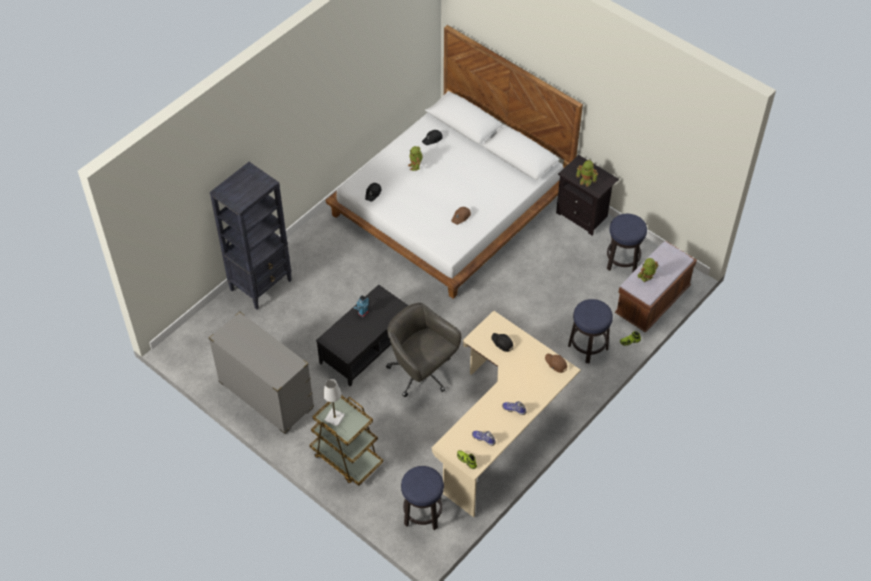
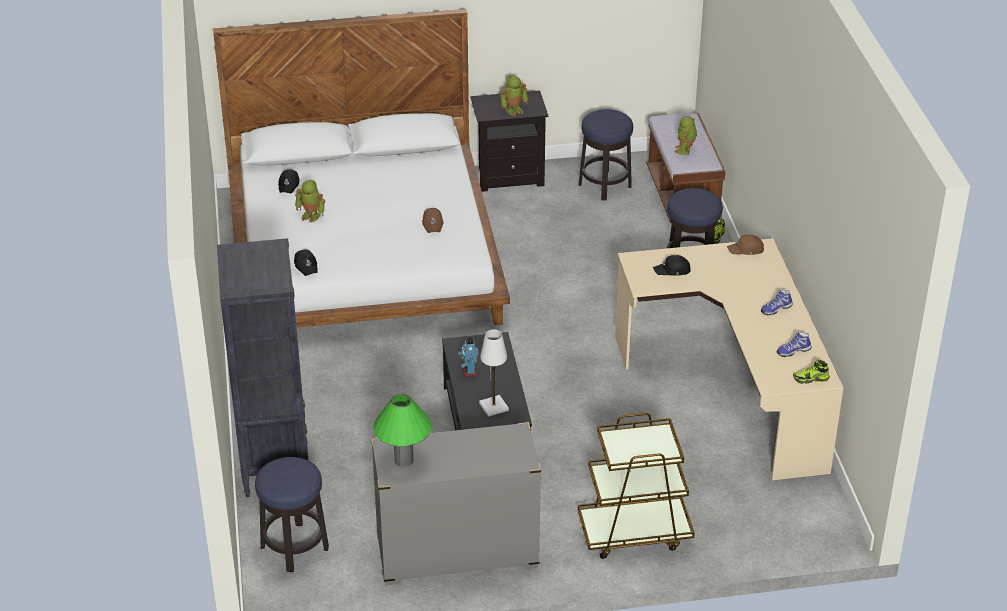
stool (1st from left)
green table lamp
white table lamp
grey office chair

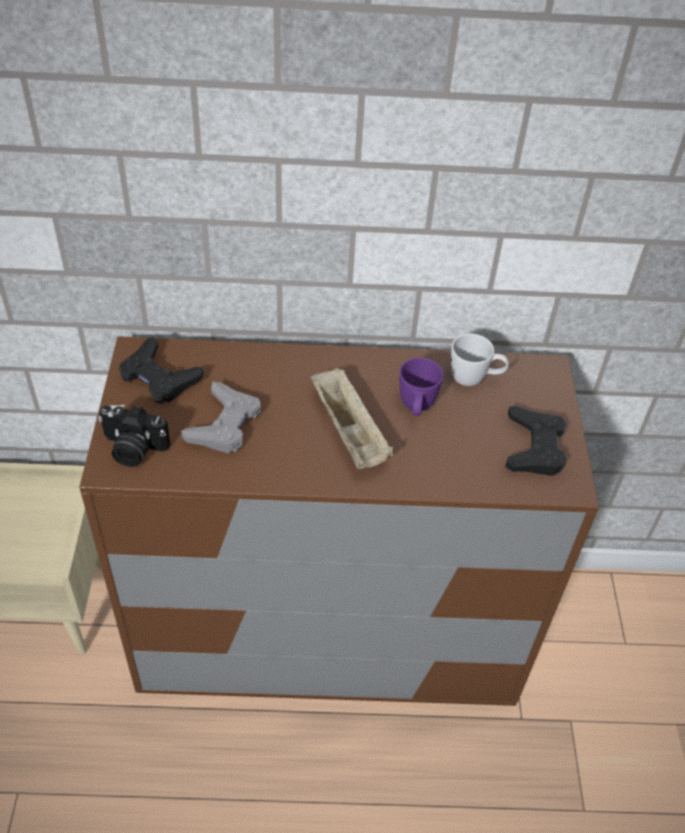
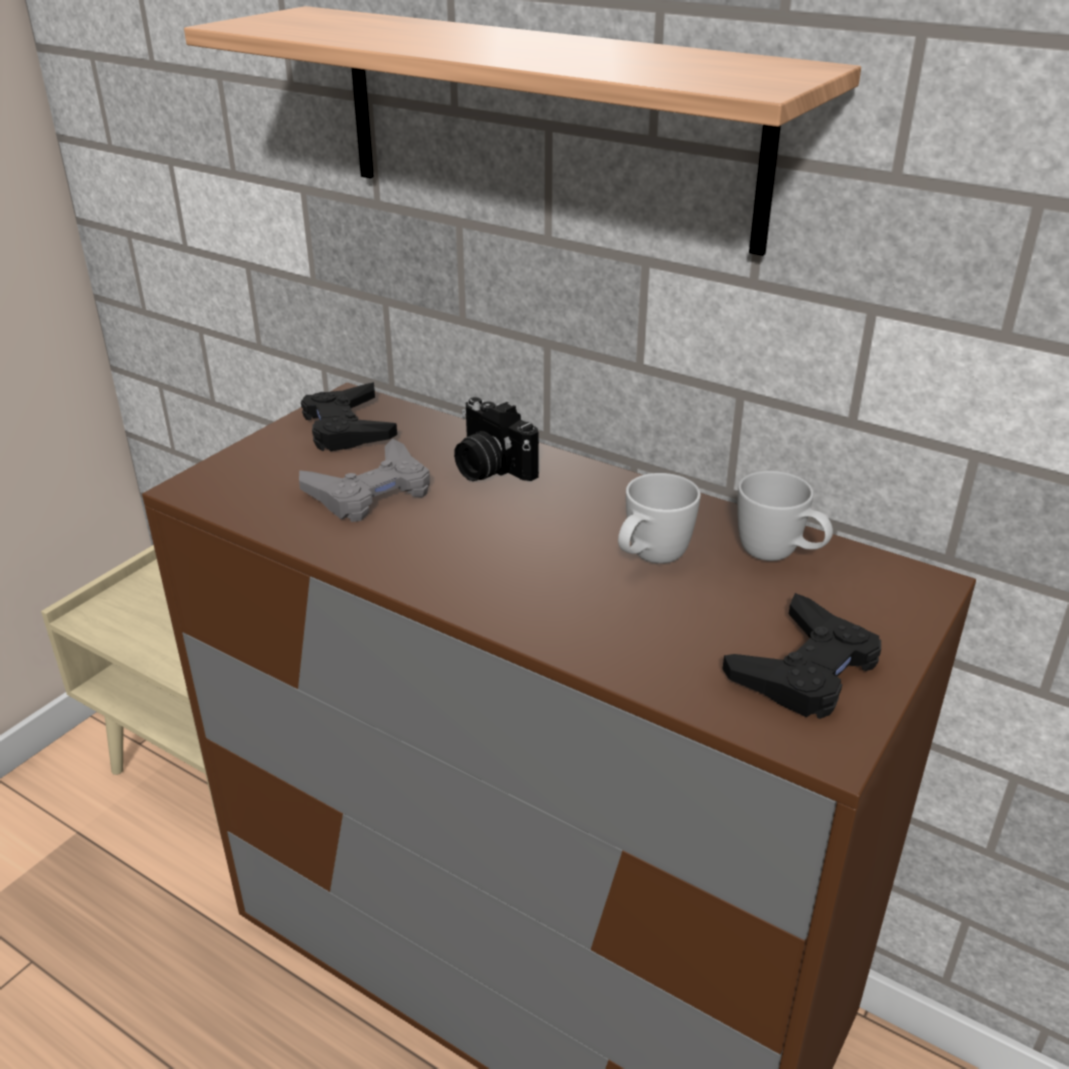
shelf
photo camera
white mug (1st from left)
beige tray

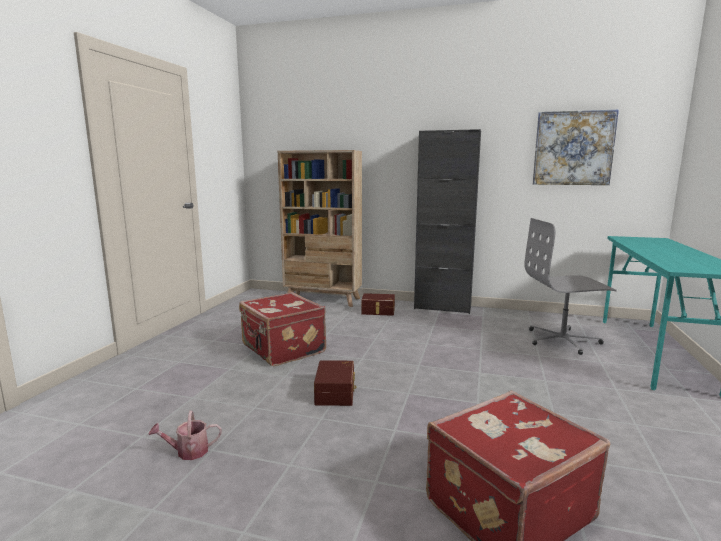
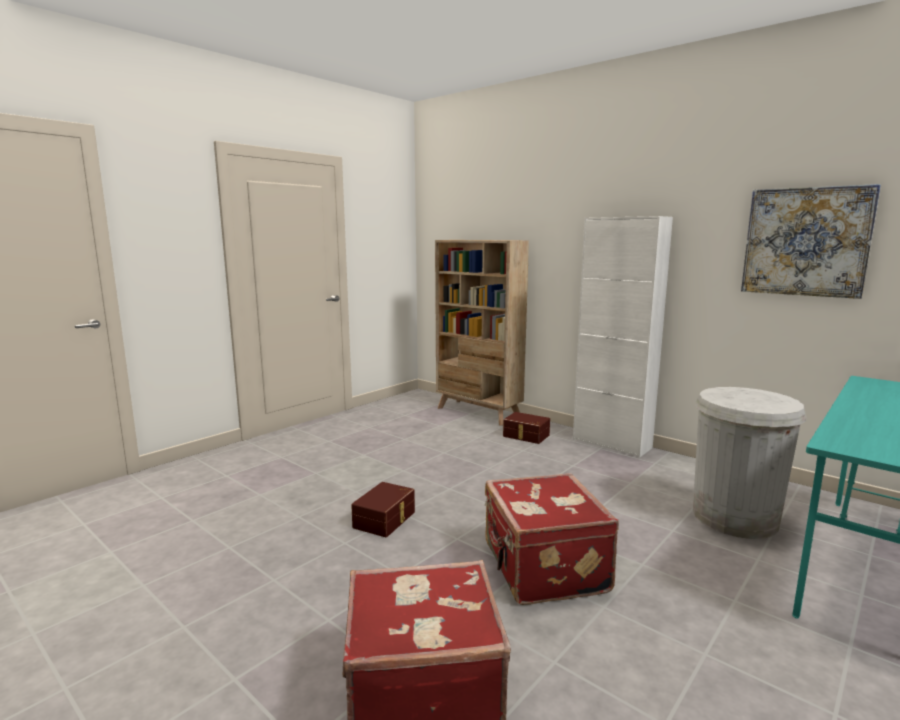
red suitcase (2nd from left)
white cabinet
white trash can
watering can

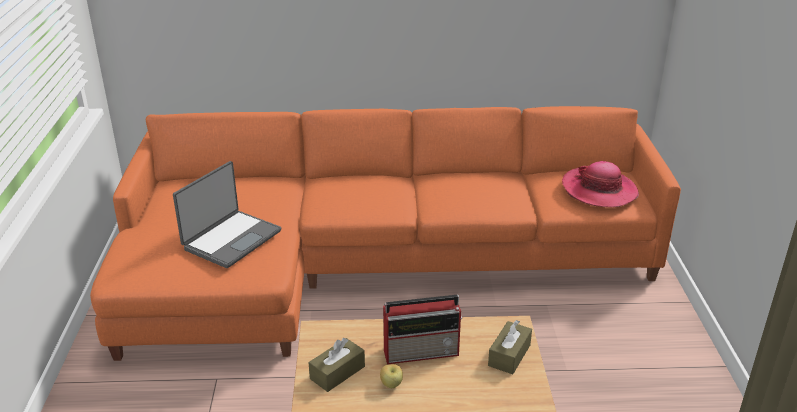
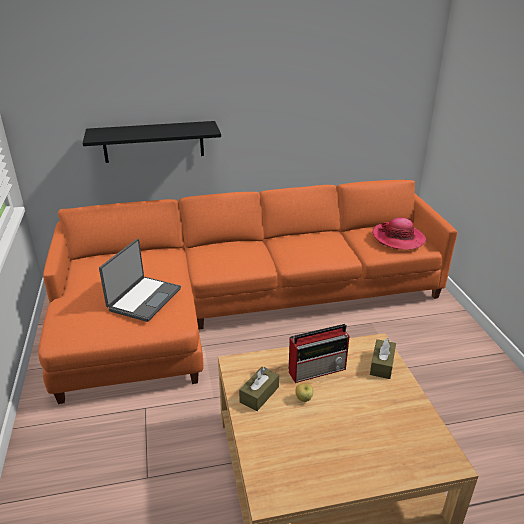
black shelf

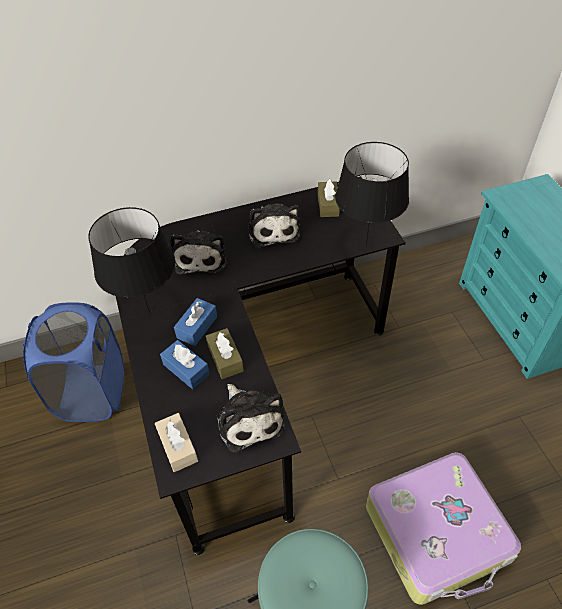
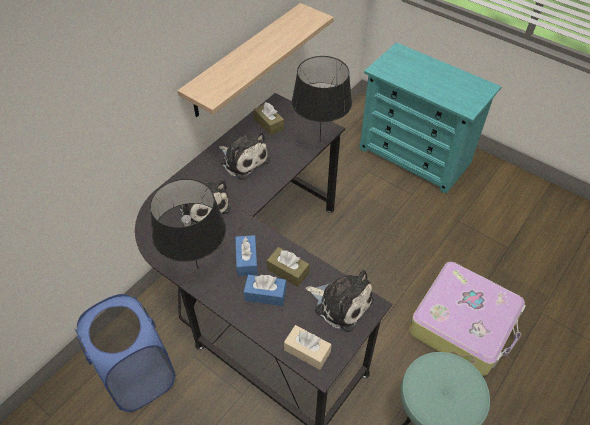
shelf

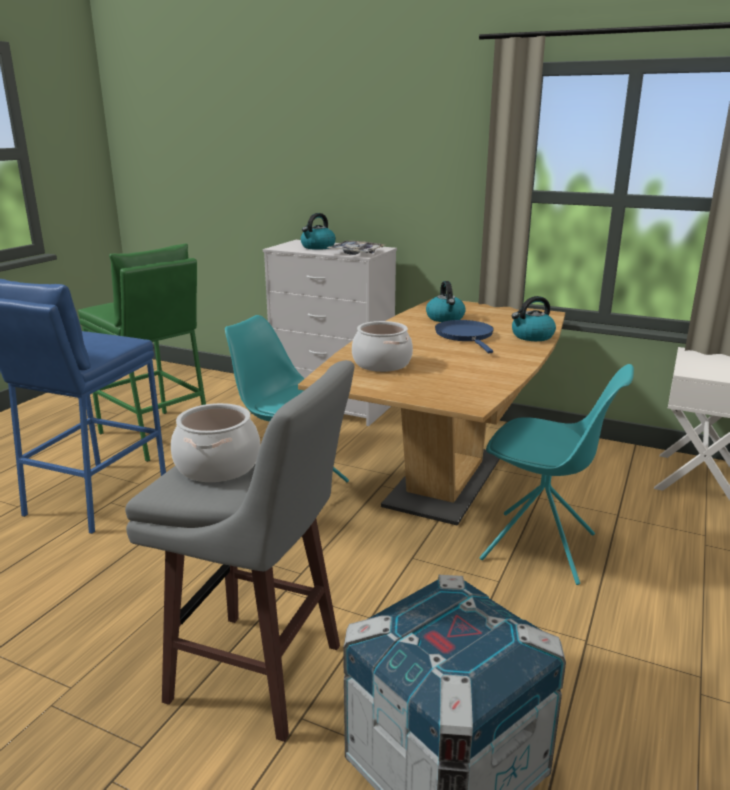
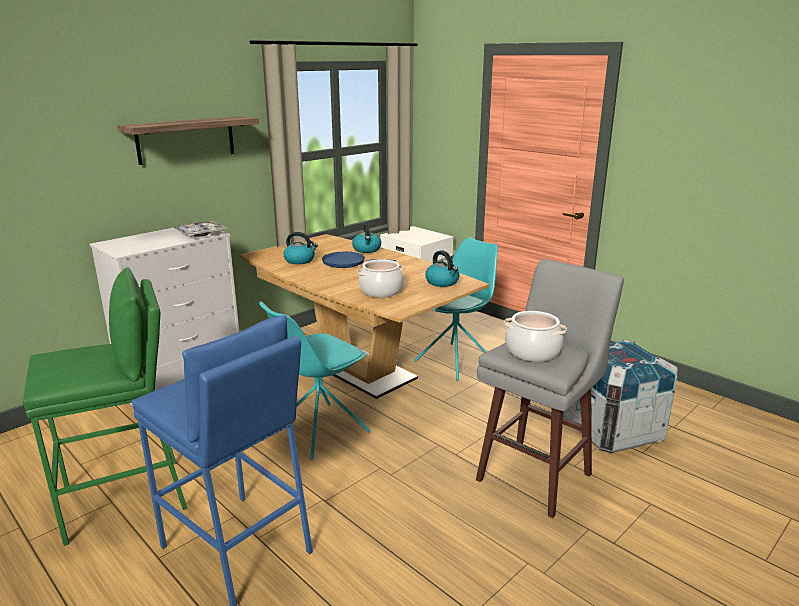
shelf
kettle (3rd from left)

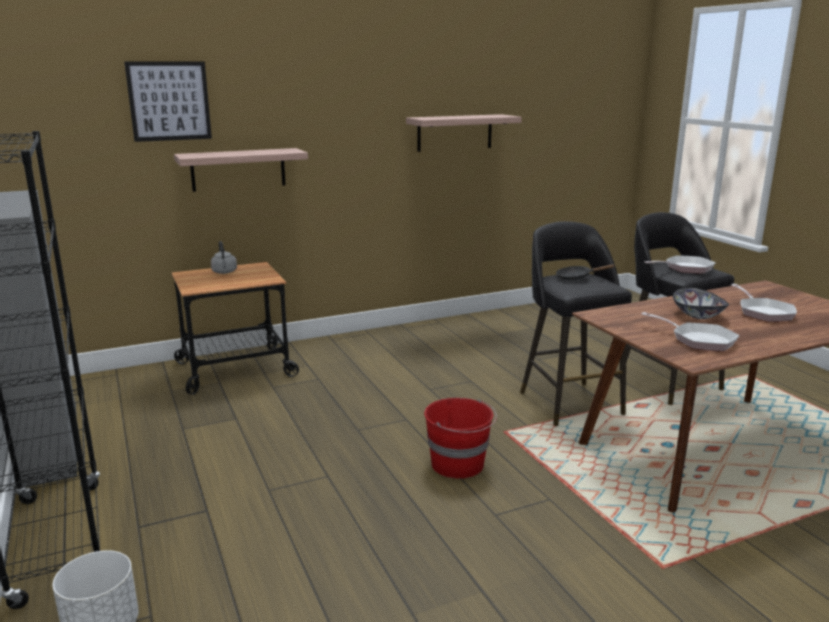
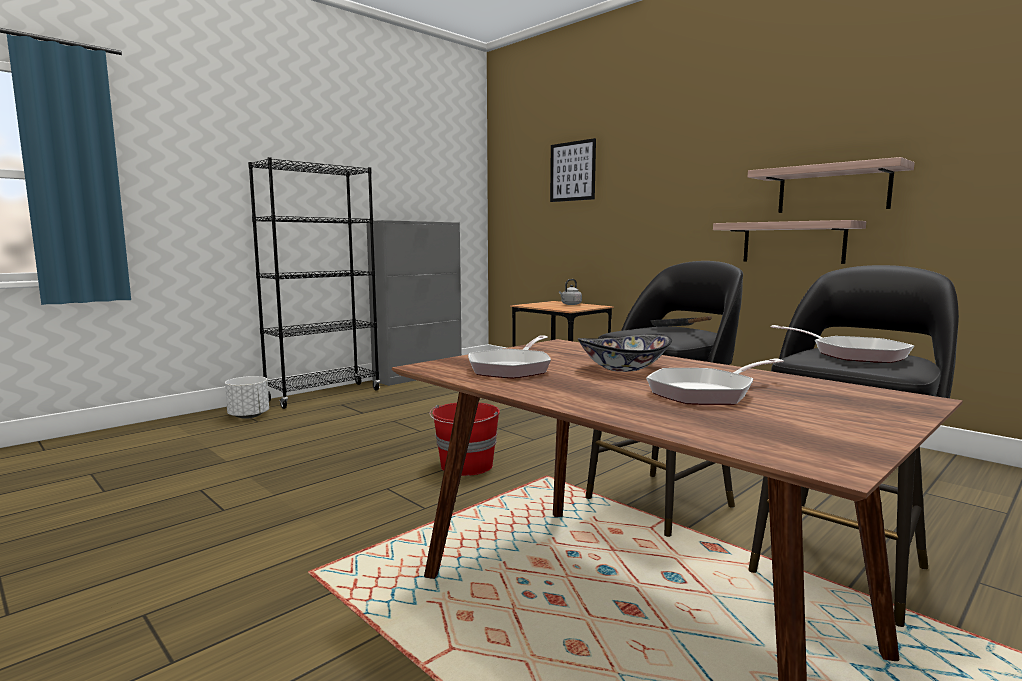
shelf (1st from left)

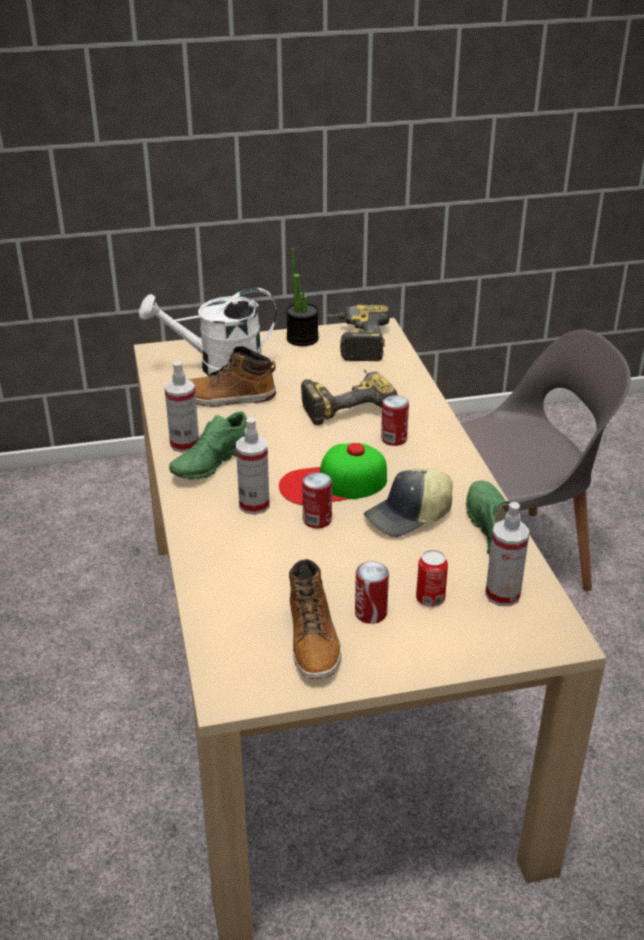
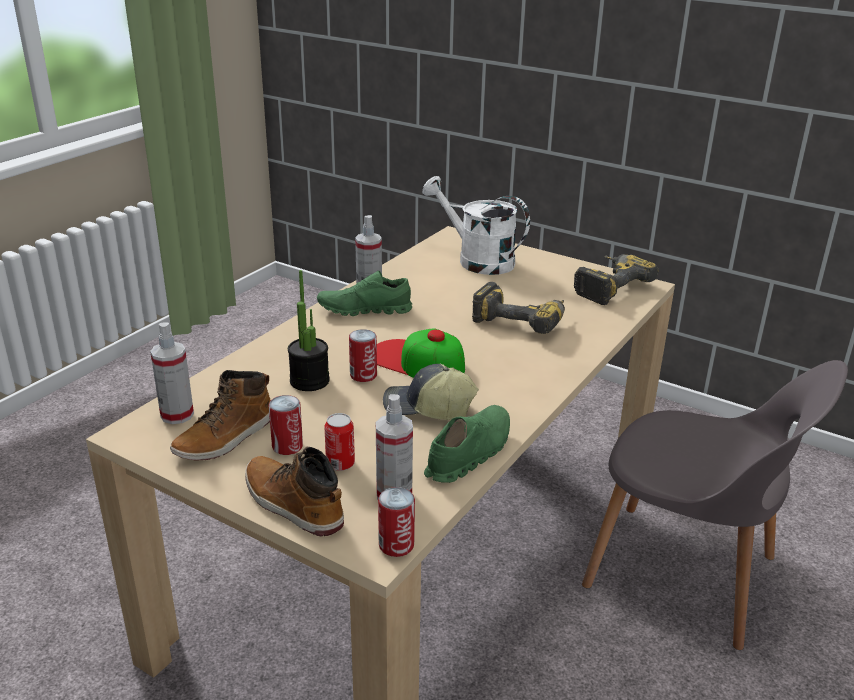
spray bottle (1st from left)
boot (2nd from left)
potted plant
can (4th from left)

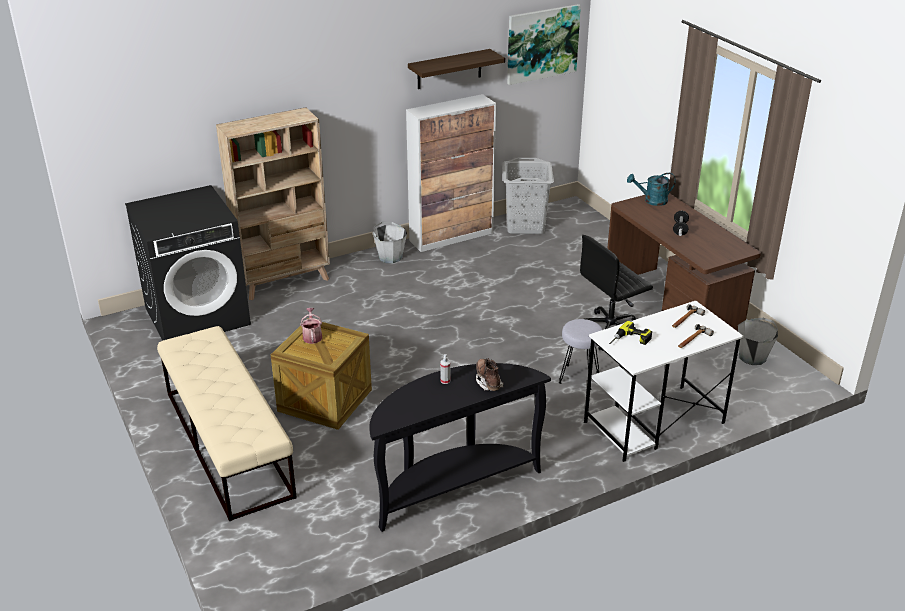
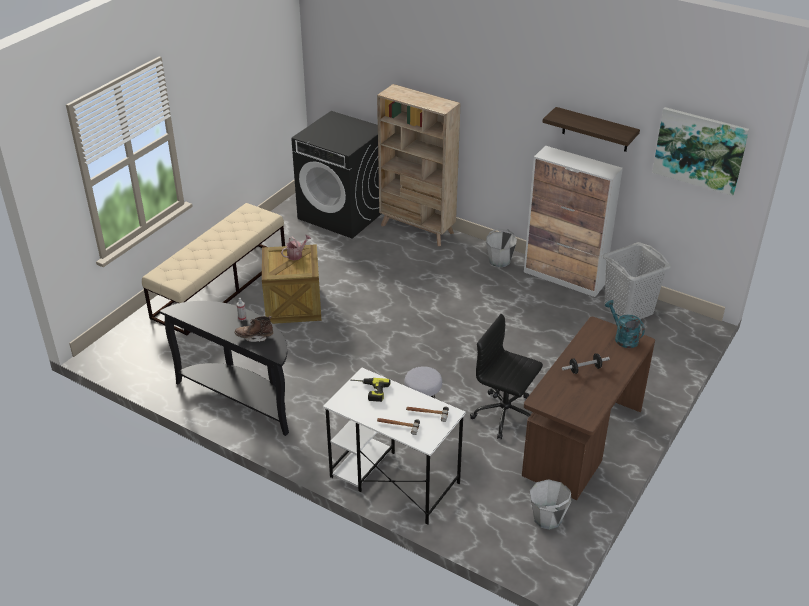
brown boot

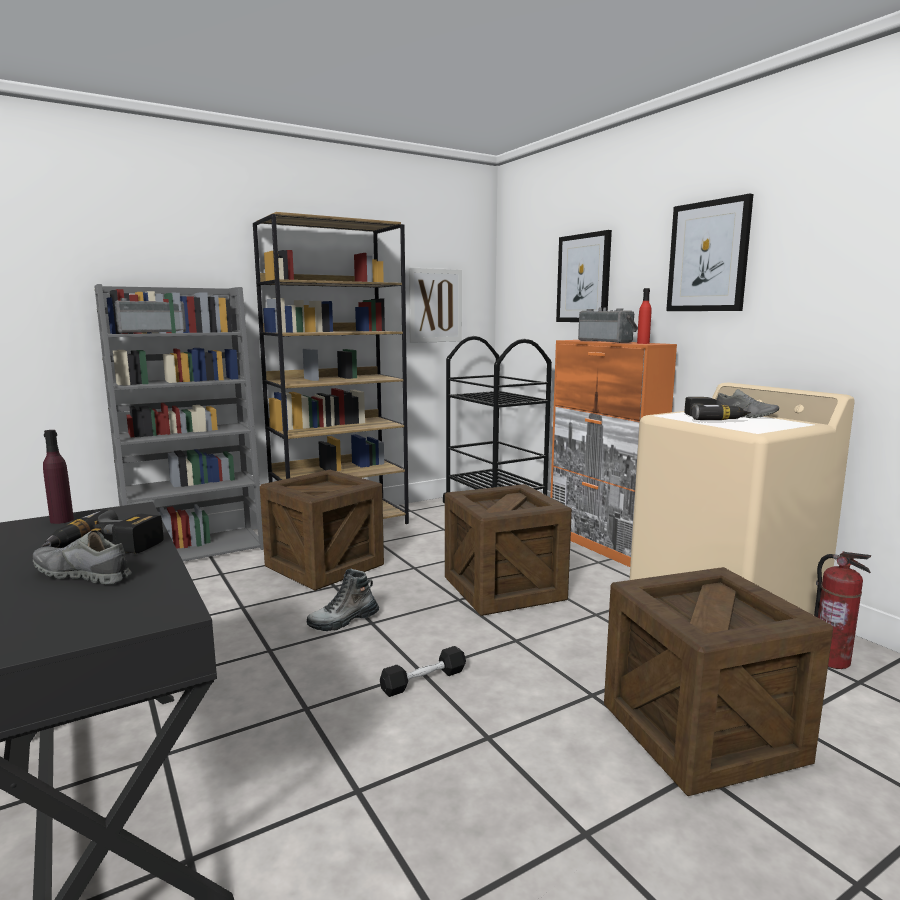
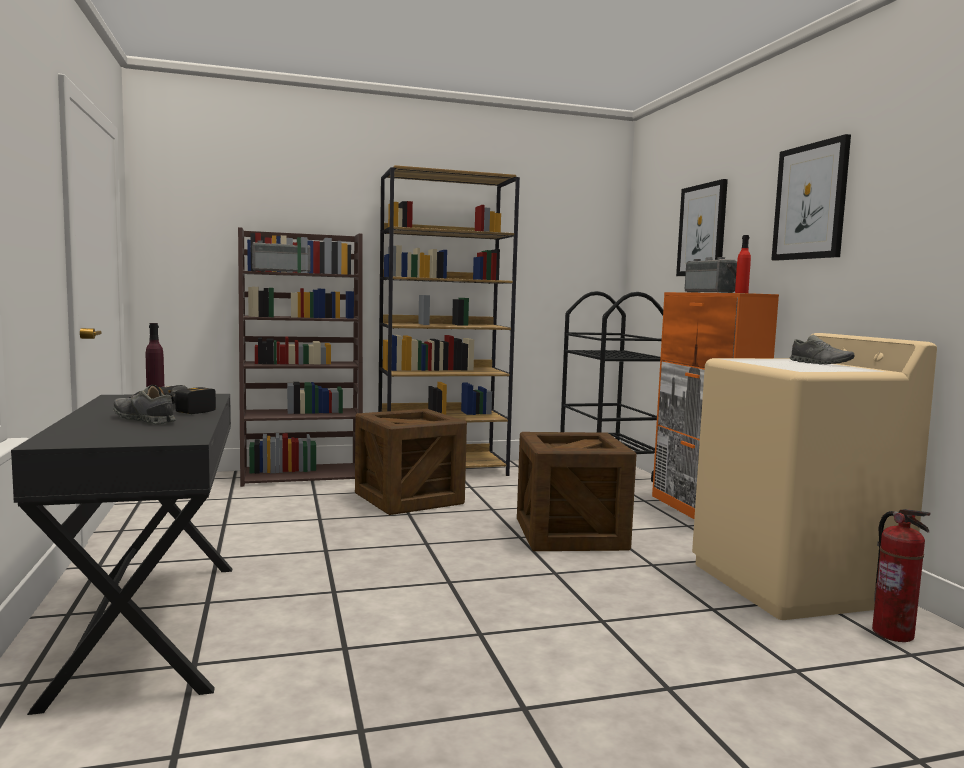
brown bookcase (1st from left)
boot
black dumbbell
picture (1st from left in the first image)
crate (3rd from left in the first image)
power drill (2nd from left in the first image)

